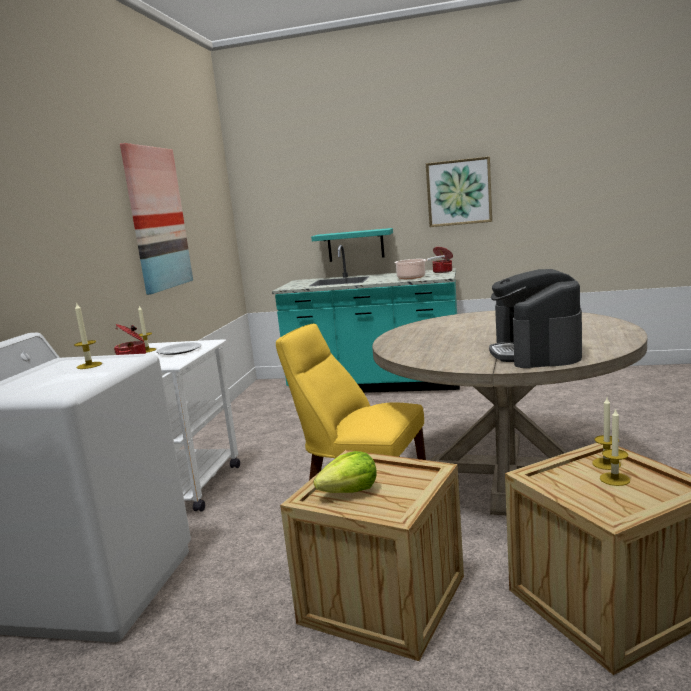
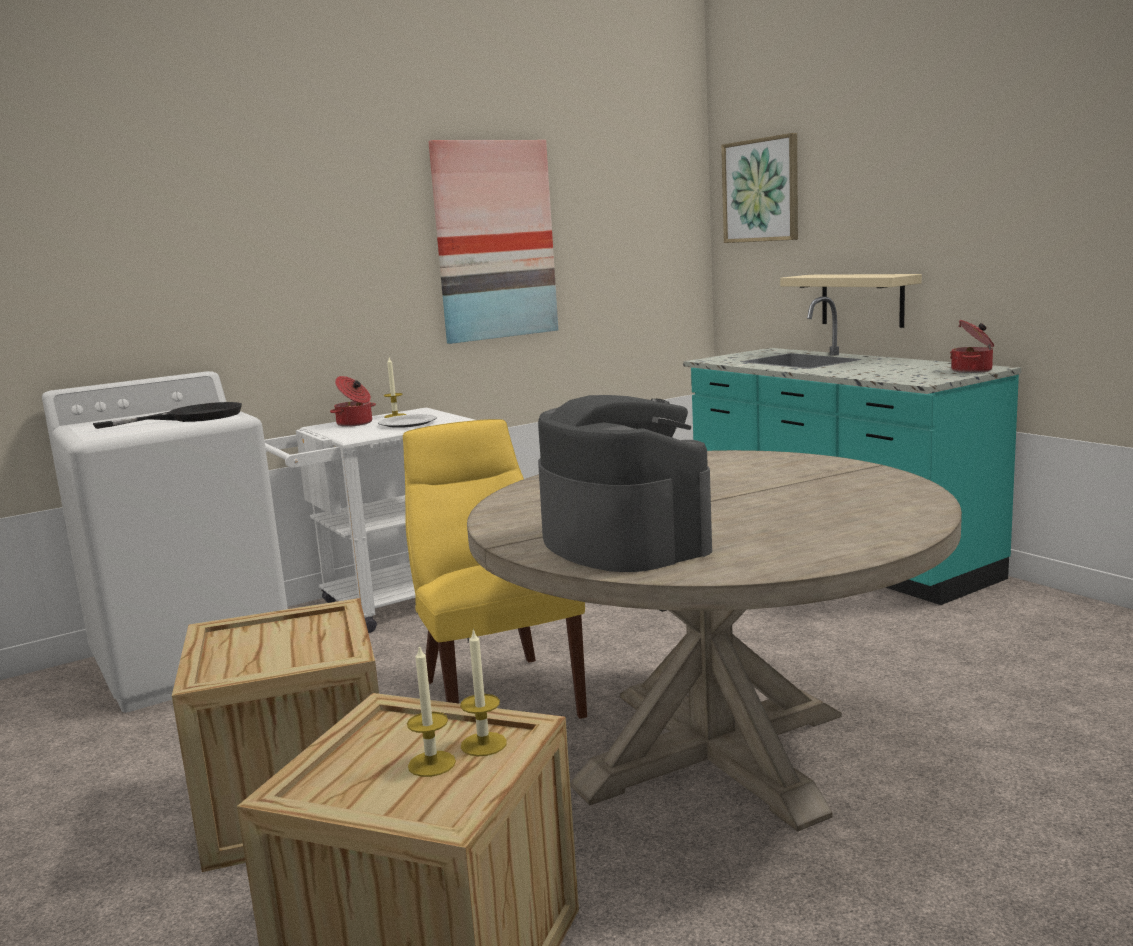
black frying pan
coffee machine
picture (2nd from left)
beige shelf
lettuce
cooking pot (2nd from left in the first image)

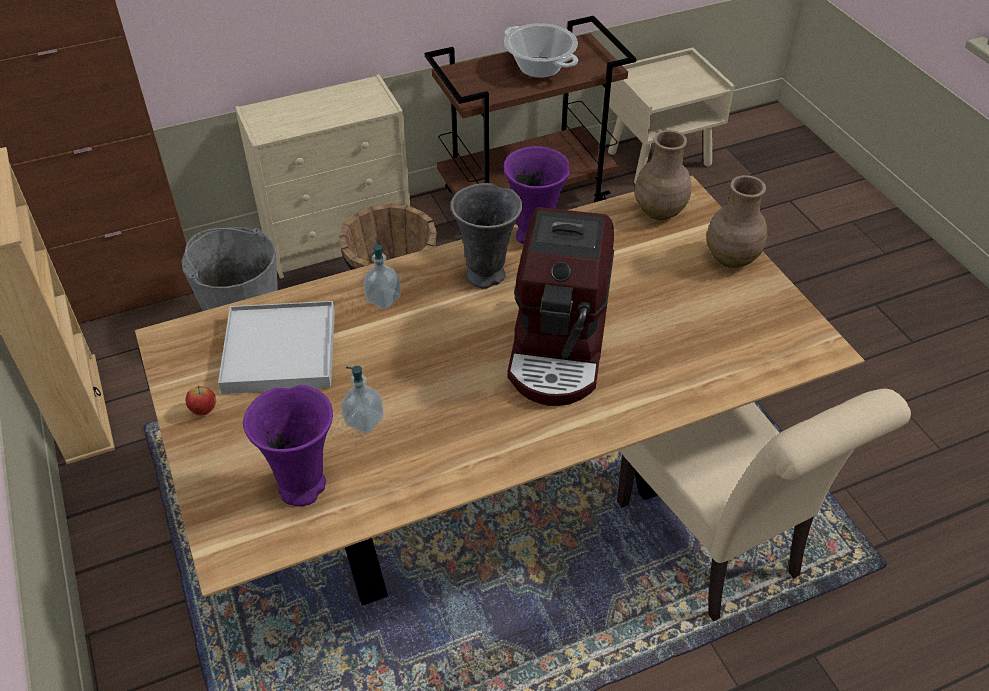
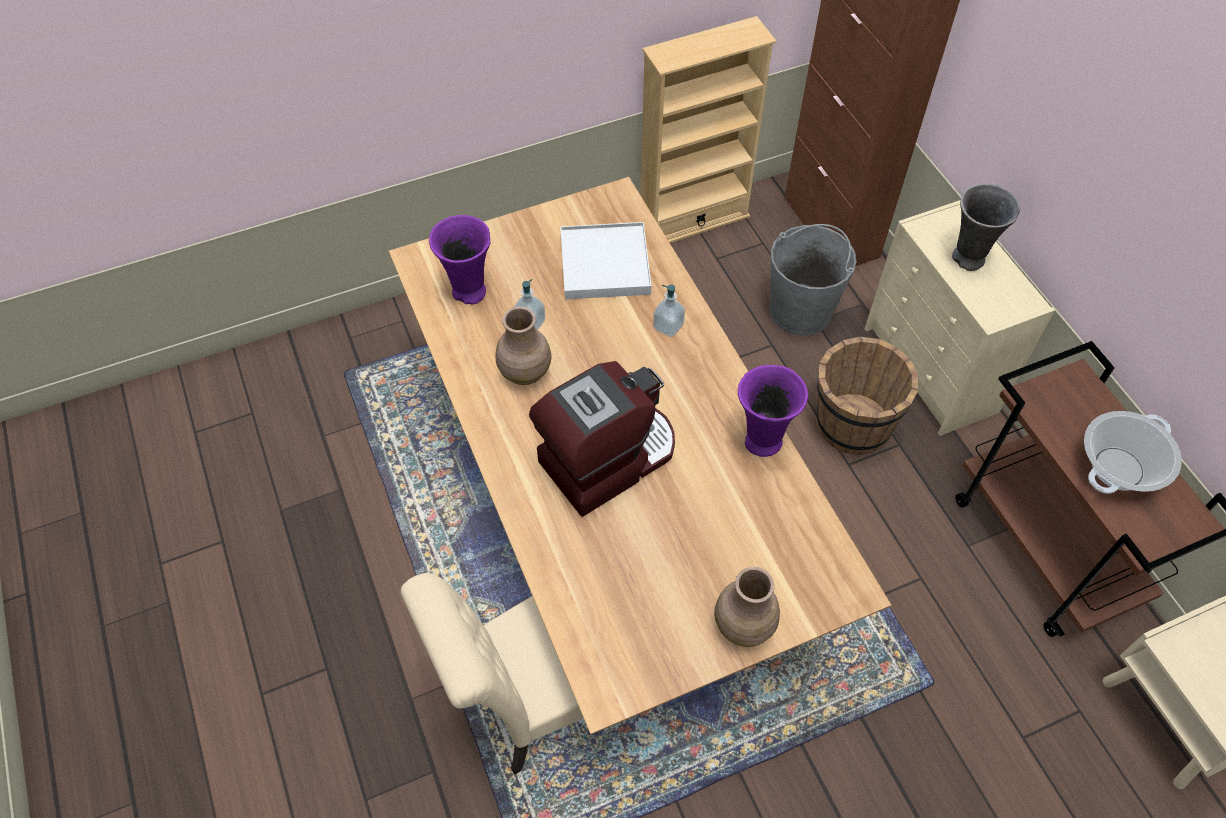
brown vase (1st from left)
coffee machine
grey vase
apple

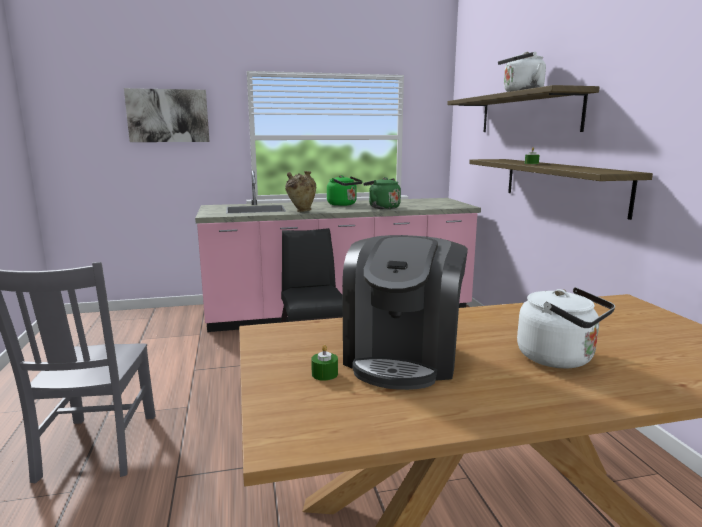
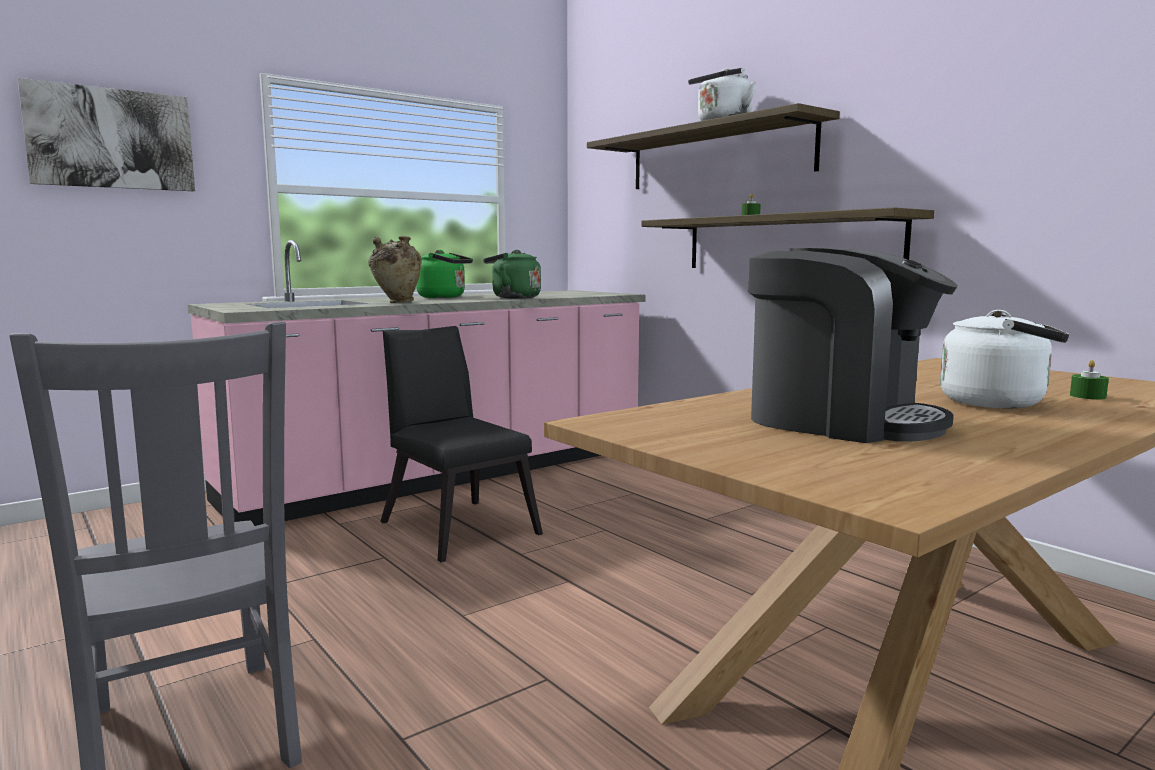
coffee machine
green candle (2nd from left)

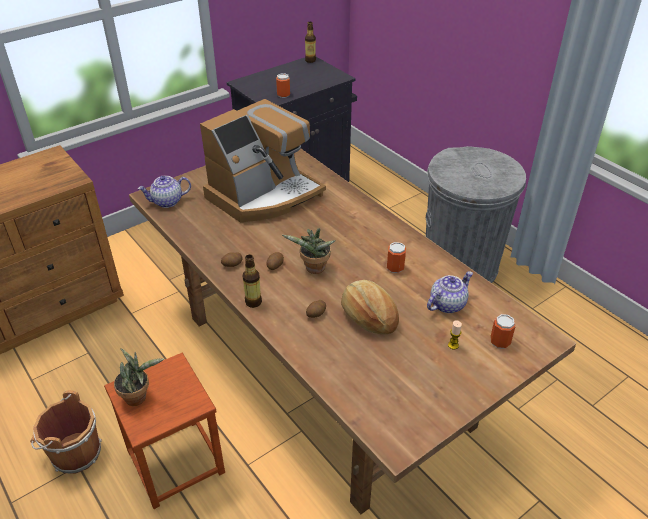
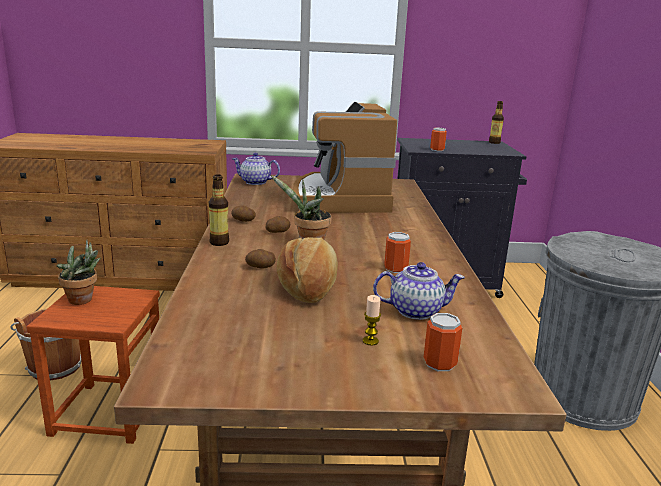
coffee machine

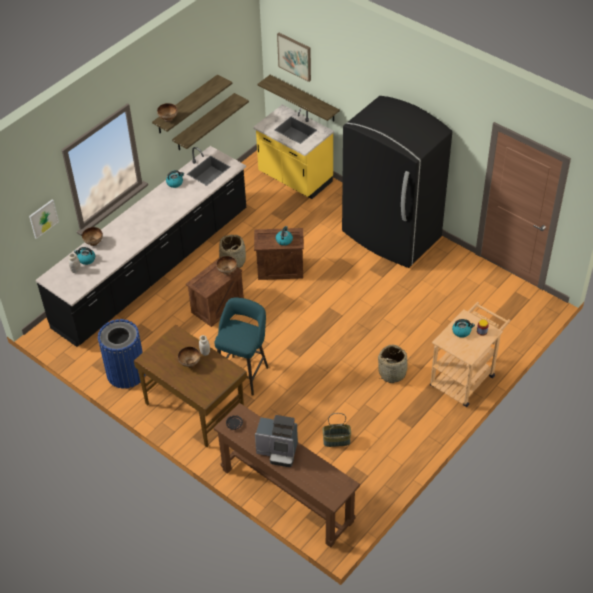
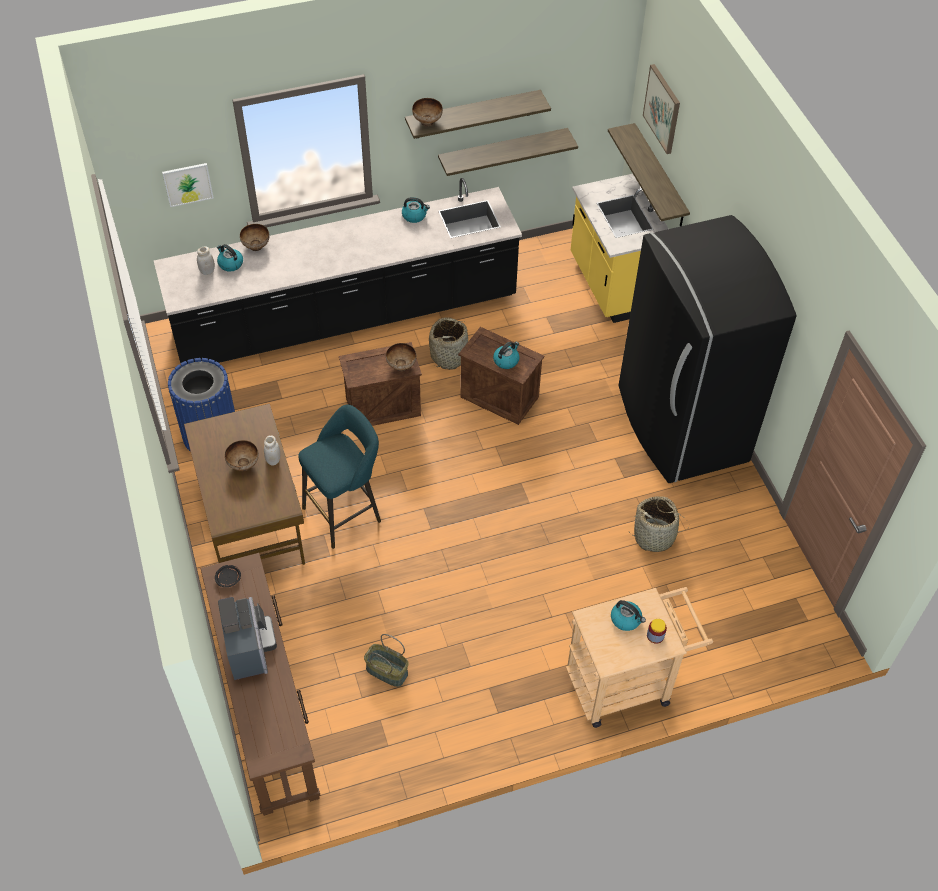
coffee machine
basket (3rd from left)

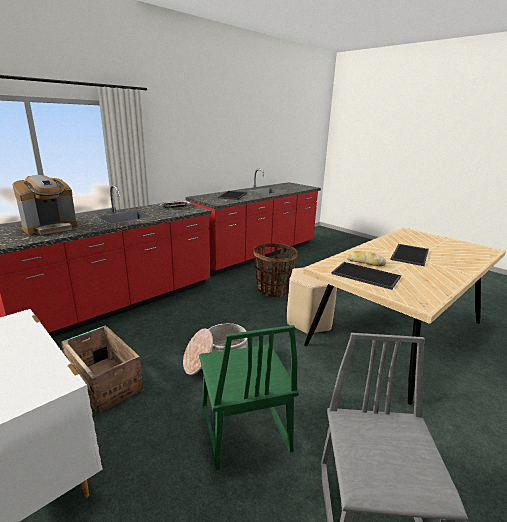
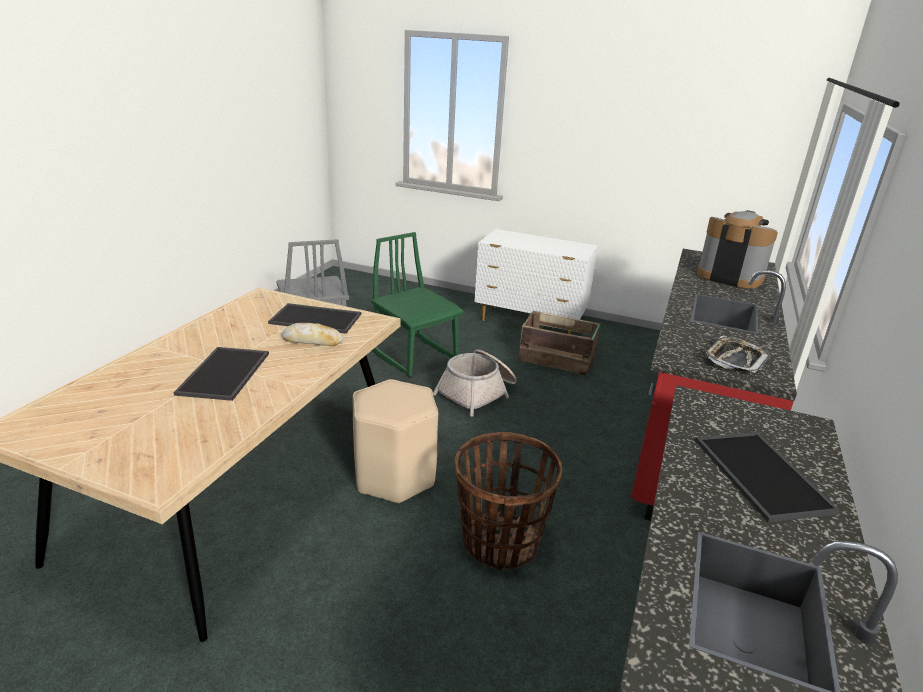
coffee machine

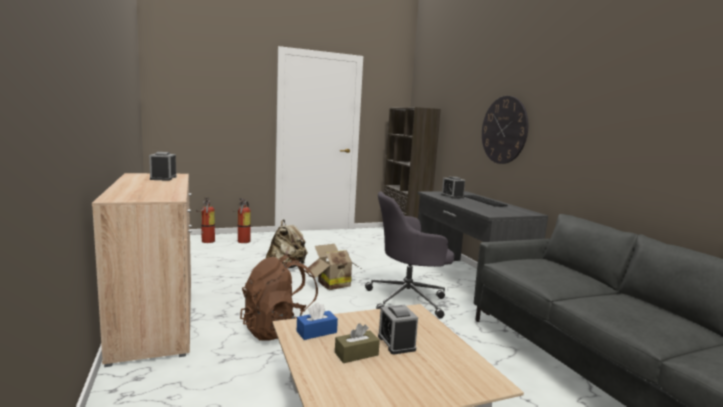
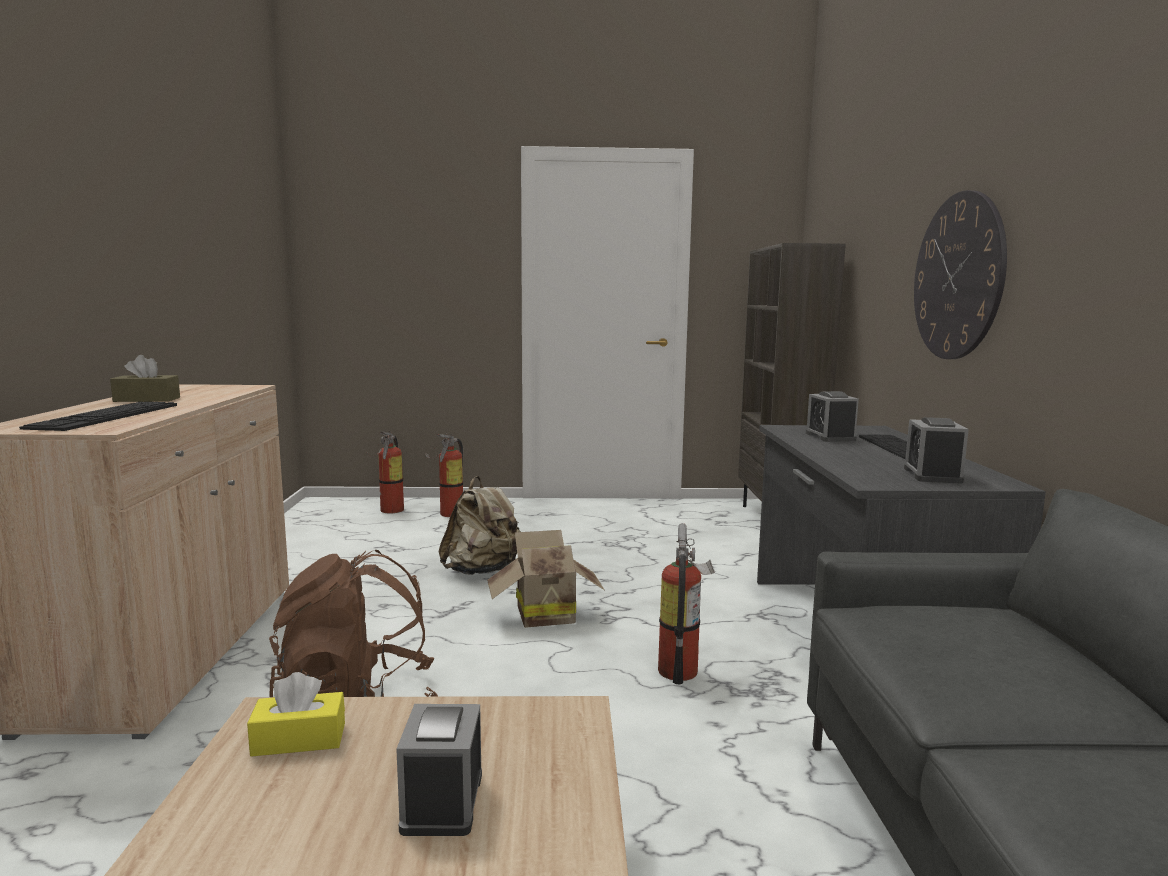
keyboard (1st from left)
brown tissue box
yellow tissue box
fire extinguisher (3rd from left)
alarm clock (3rd from left)

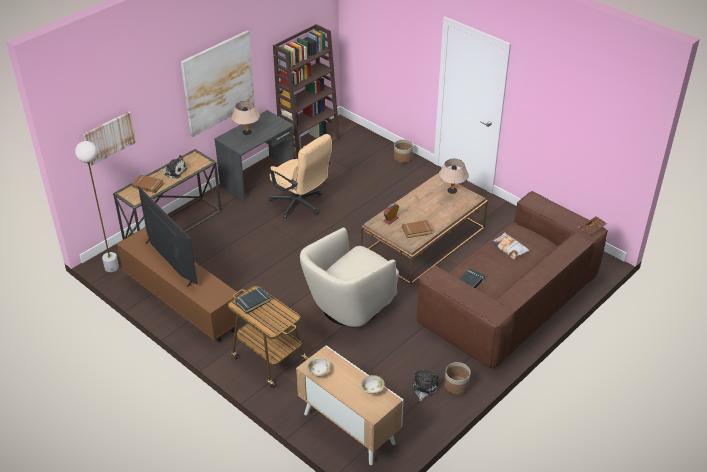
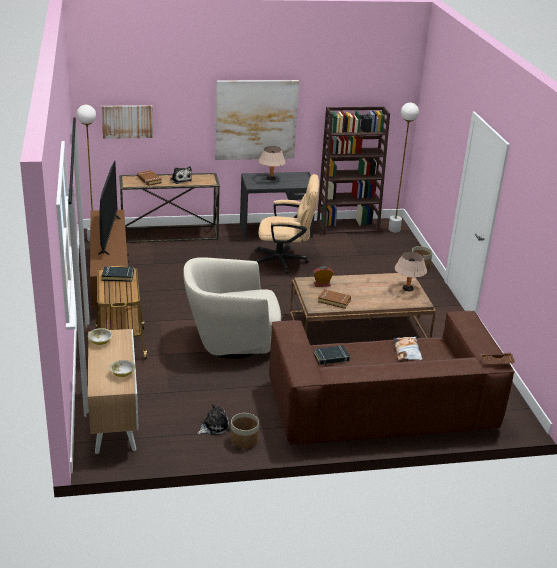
beige office chair
white floor lamp (2nd from left)

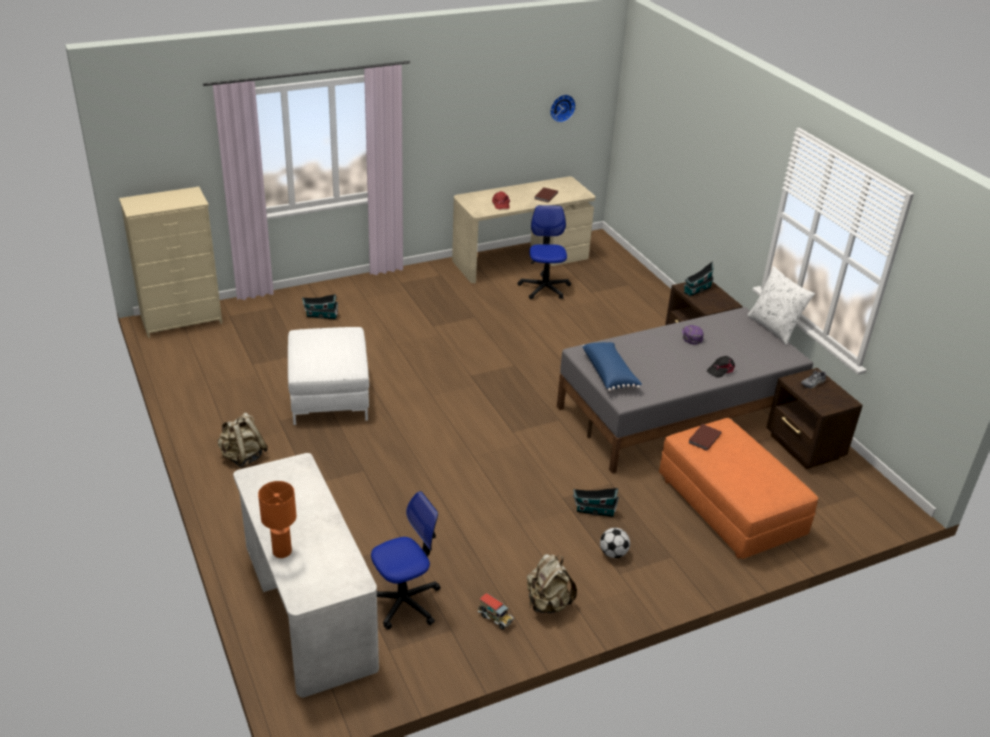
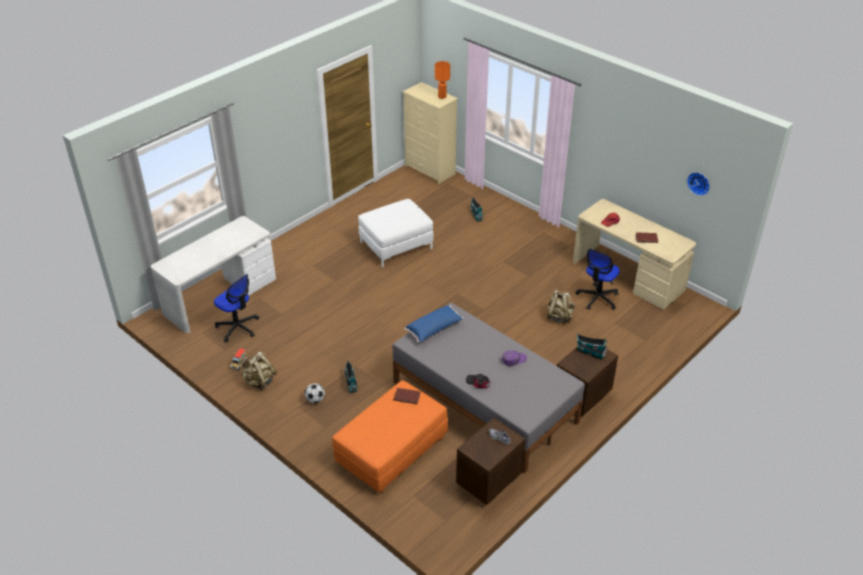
orange table lamp
beige backpack (2nd from left)
office chair (2nd from left)
white pillow

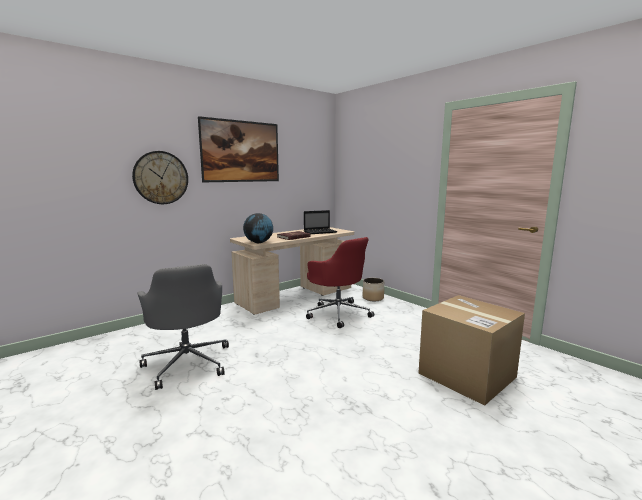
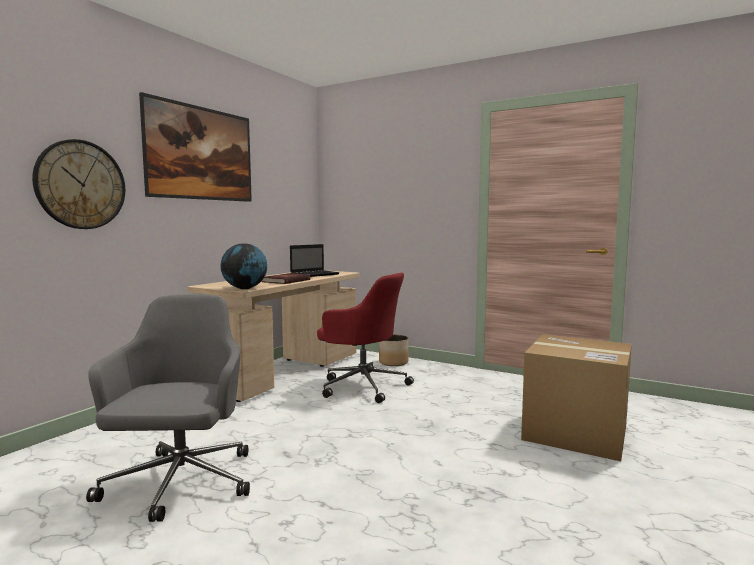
grey office chair

